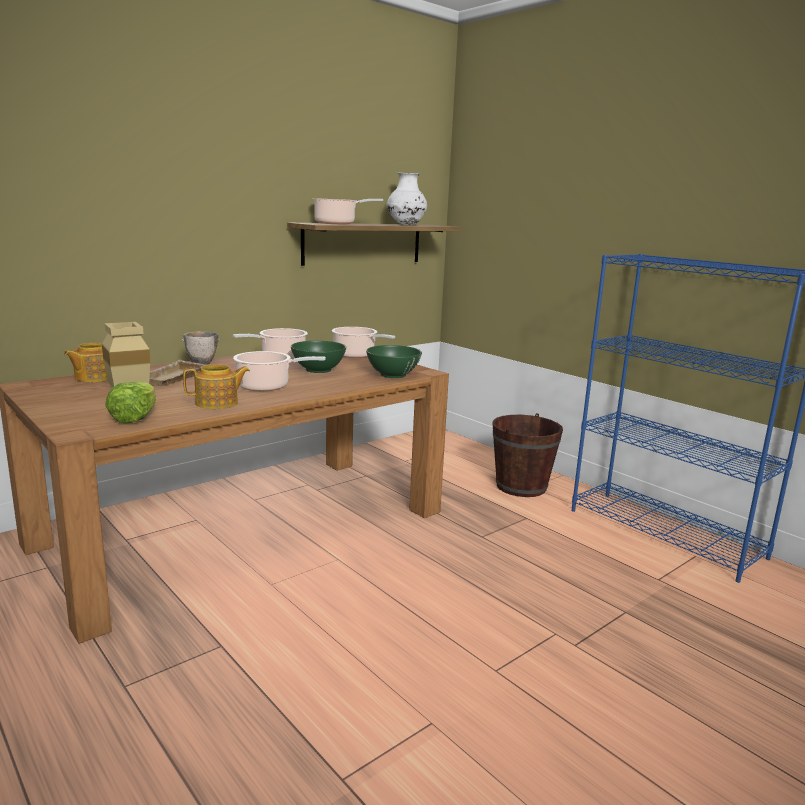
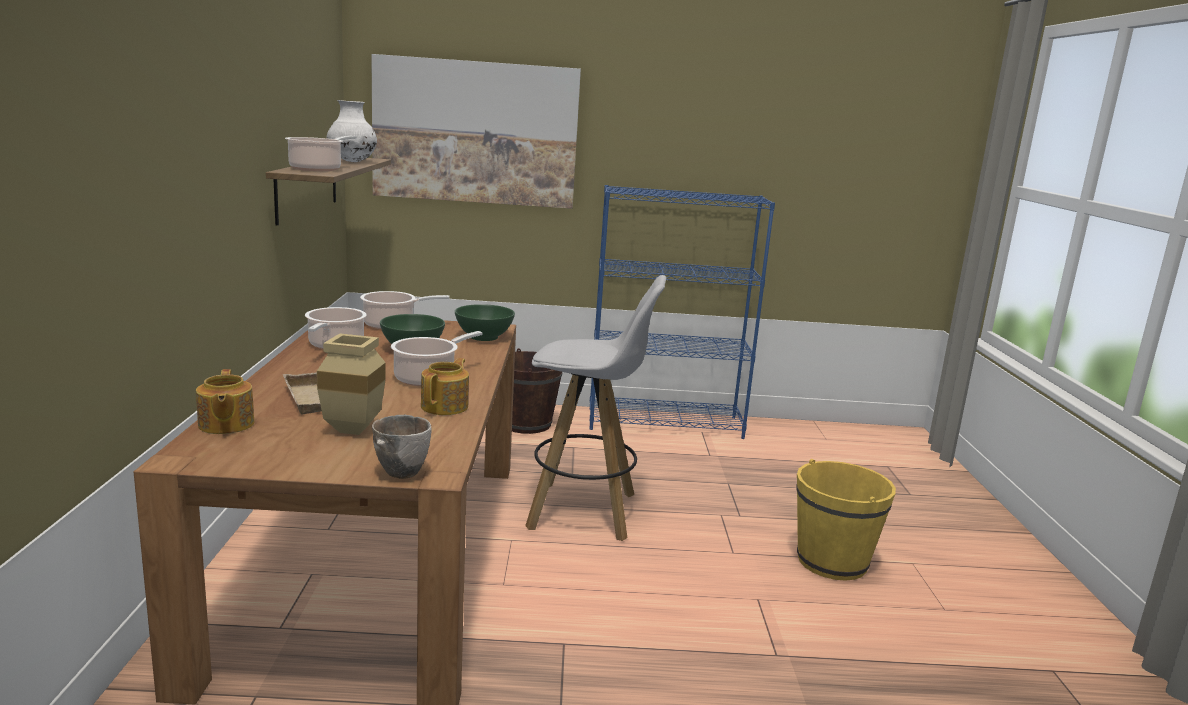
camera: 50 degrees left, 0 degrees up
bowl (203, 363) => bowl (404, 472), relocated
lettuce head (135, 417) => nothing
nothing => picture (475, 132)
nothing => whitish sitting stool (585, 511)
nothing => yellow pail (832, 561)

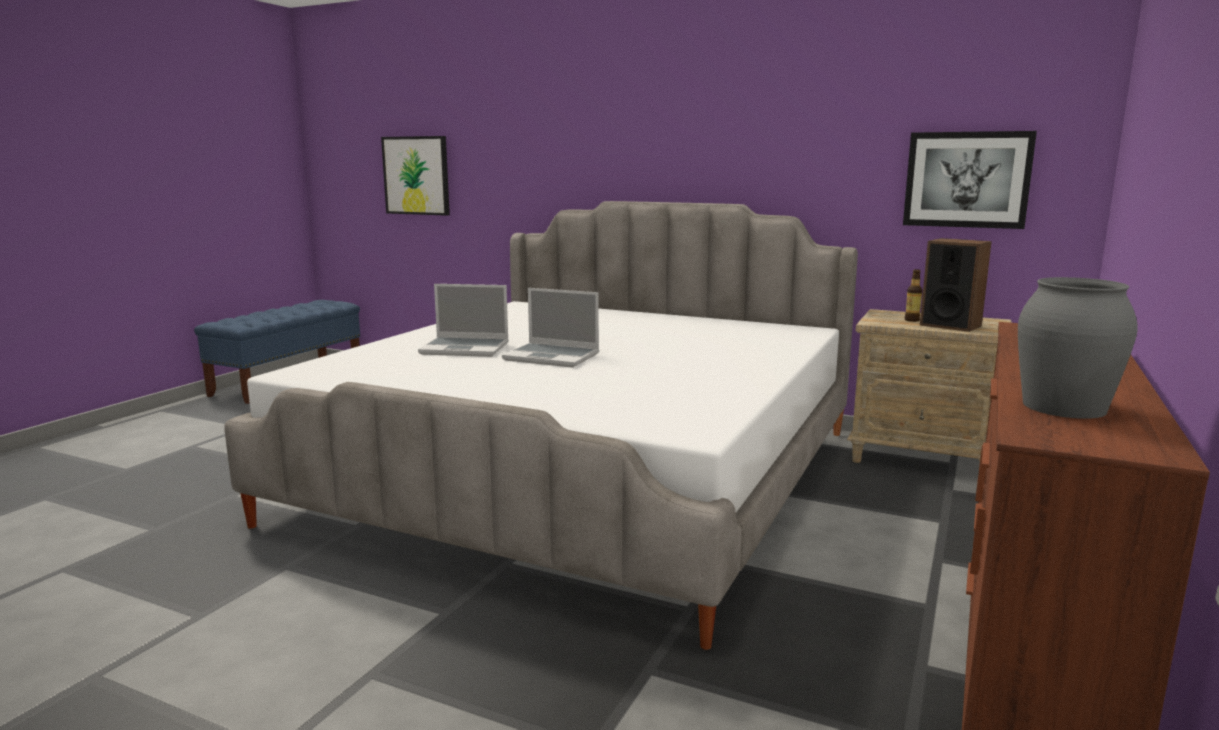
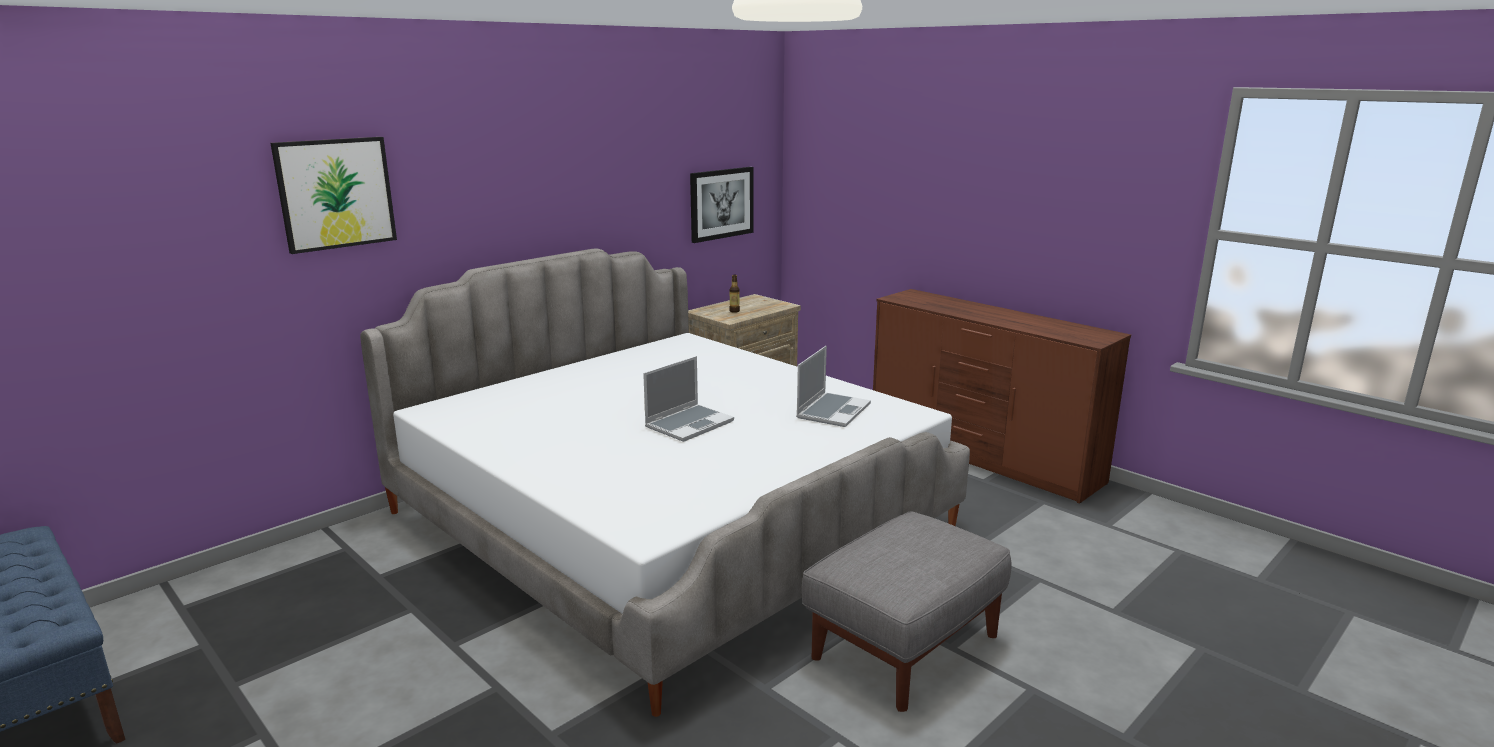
camera: 70 degrees left, 5 degrees up
picture (416, 175) => picture (335, 193), relocated
loudspeaker (950, 325) => nothing
grey vase (1065, 407) => nothing
portable computer (466, 349) => portable computer (833, 411), relocated
nothing => grey footrest (905, 646)

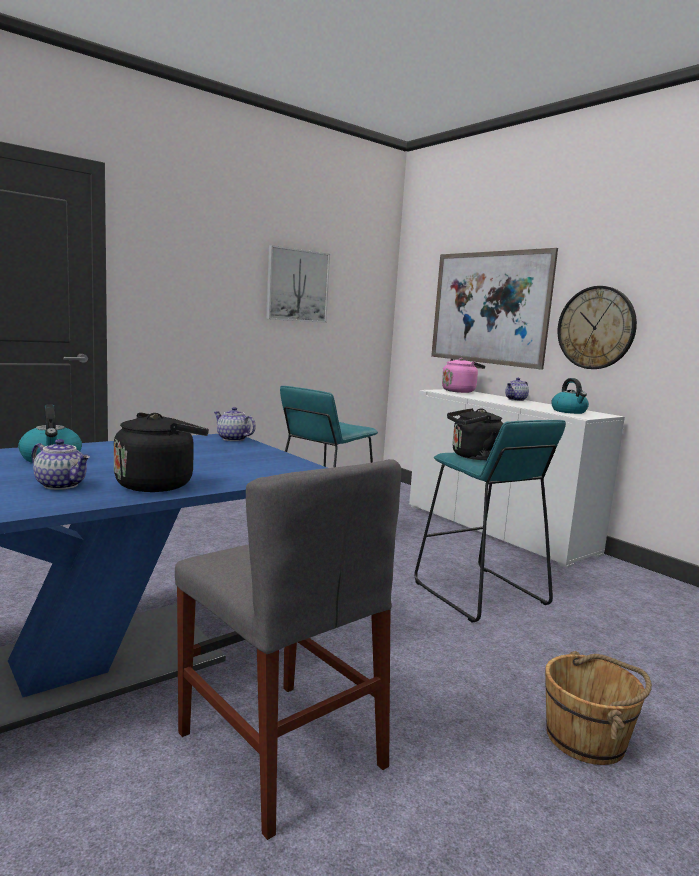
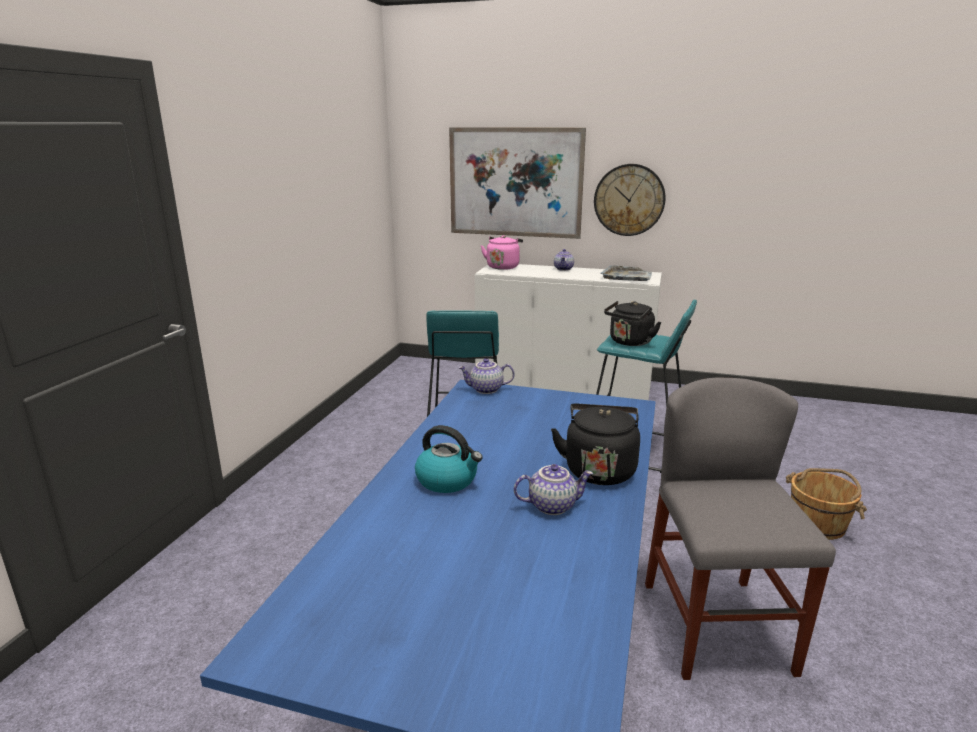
camera: 35 degrees left, 10 degrees up
picture (297, 285) => nothing
kettle (569, 411) => grey tray (627, 276)
grey chair (280, 749) => grey chair (716, 627), 105 degrees counterclockwise

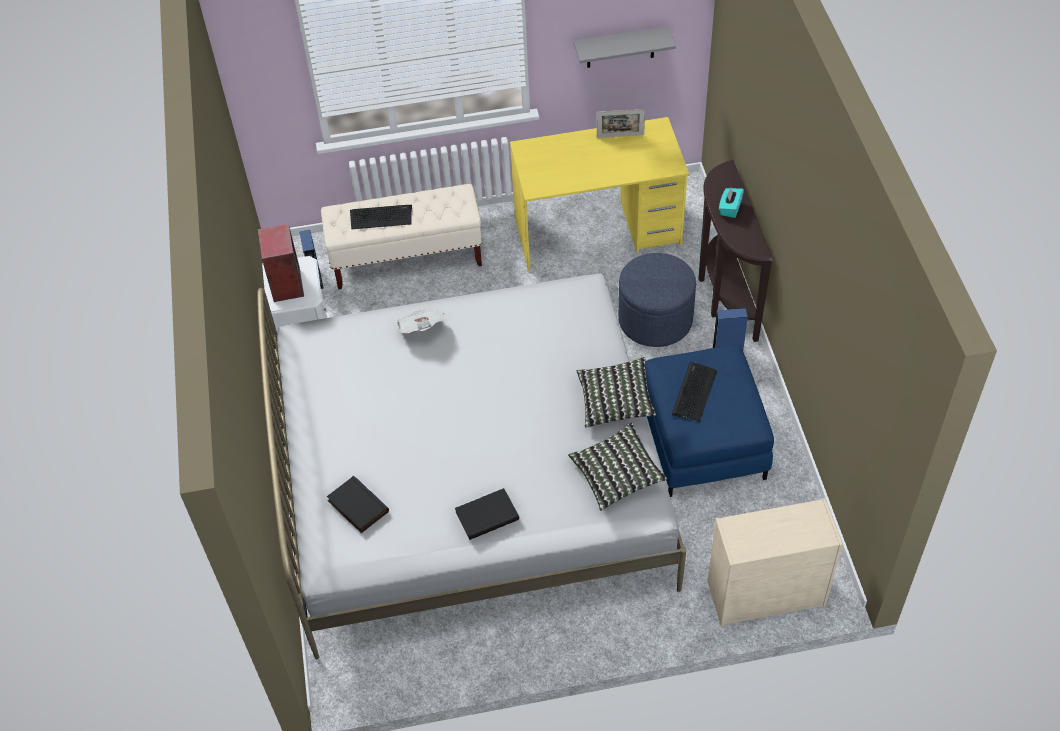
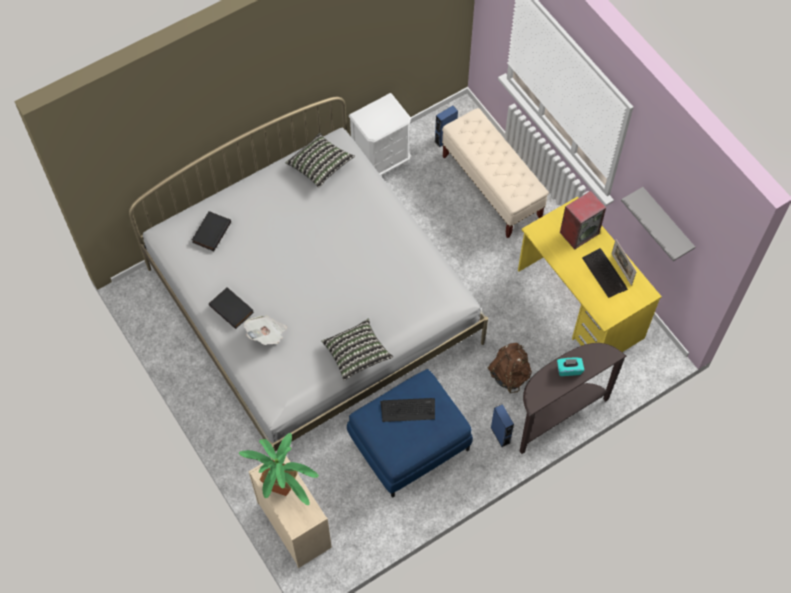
camera: 65 degrees right, 10 degrees up
keyboard (381, 217) => keyboard (604, 273), relocated
loudspeaker (286, 284) => loudspeaker (579, 232), relocated
blue-coloured footrest (655, 320) => brownish knapsack (509, 374)
daily paper (421, 328) => daily paper (267, 334), relocated
pillow (616, 475) => pillow (320, 166), relocated
nothing => potted plant (285, 489)

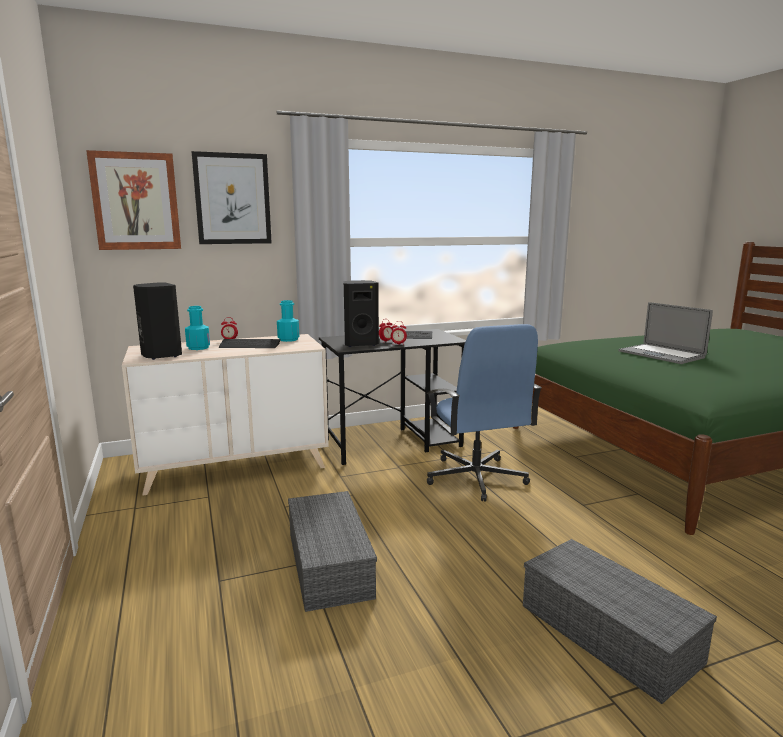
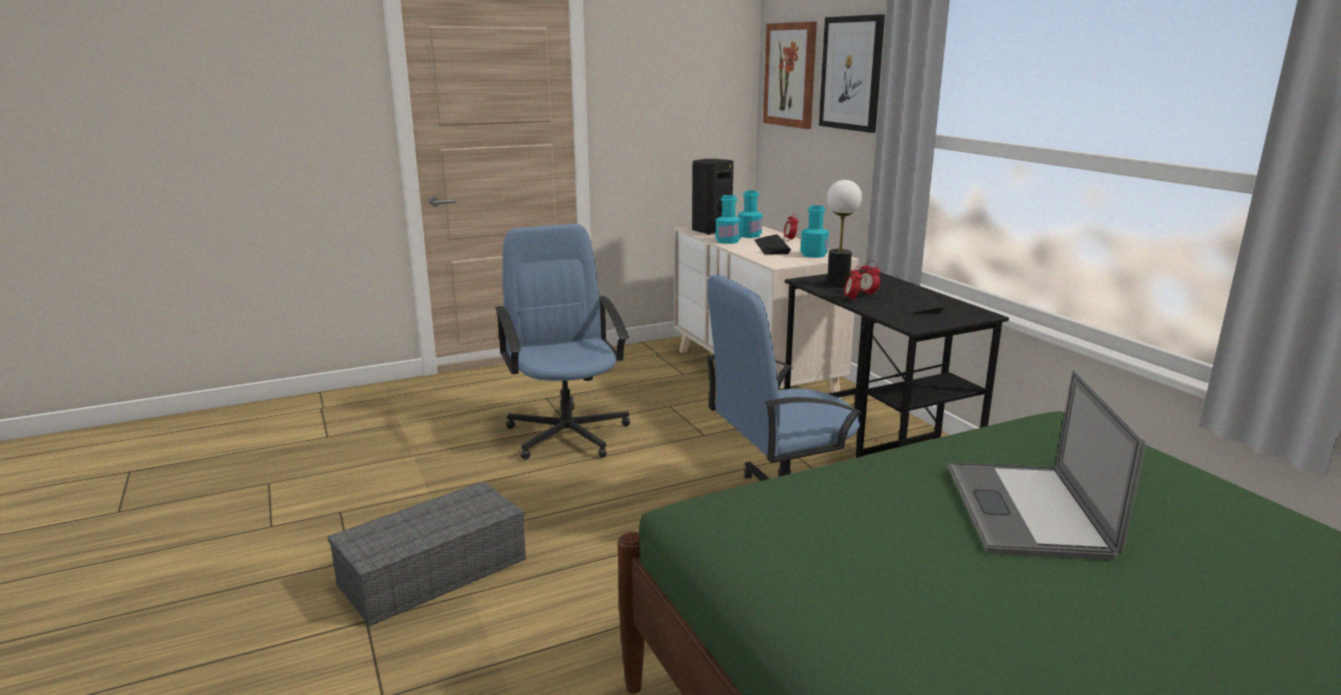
camera: 85 degrees right, 5 degrees up
black loudspeaker (360, 344) => table lamp (838, 284)
portable computer (661, 354) => portable computer (1026, 509), 45 degrees counterclockwise
grey storage bin (327, 563) => blue-coloured computer chair (567, 433)
nothing => turquoise-coloured beverage bottle (728, 241)

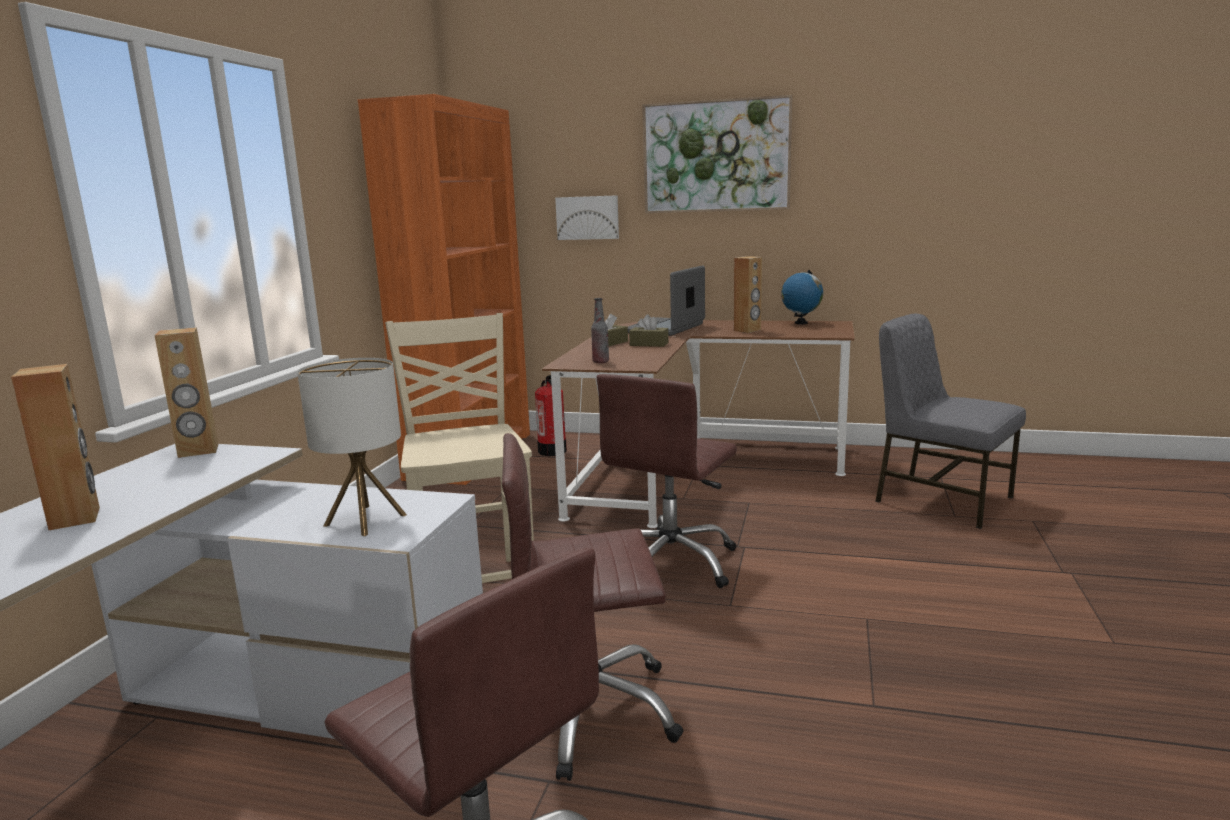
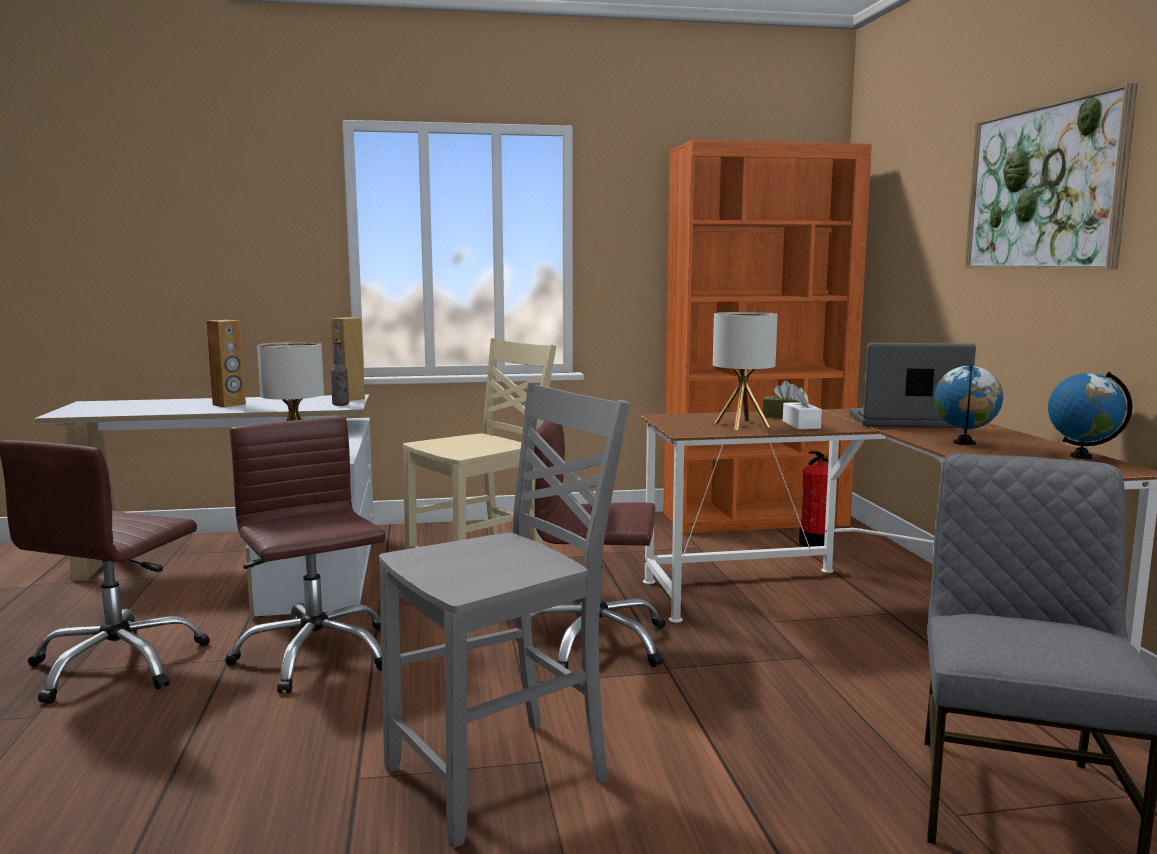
camera: 65 degrees right, 5 degrees down
picture (588, 217) => nothing
brownish loudspeaker (747, 330) => desk globe (964, 443)
beverage bottle (600, 362) => beverage bottle (340, 405), relocated
brownish tissue holder (649, 344) => whitish tissue holder (801, 425)
nothing => table lamp (742, 425)
nothing => grey chair (502, 776)

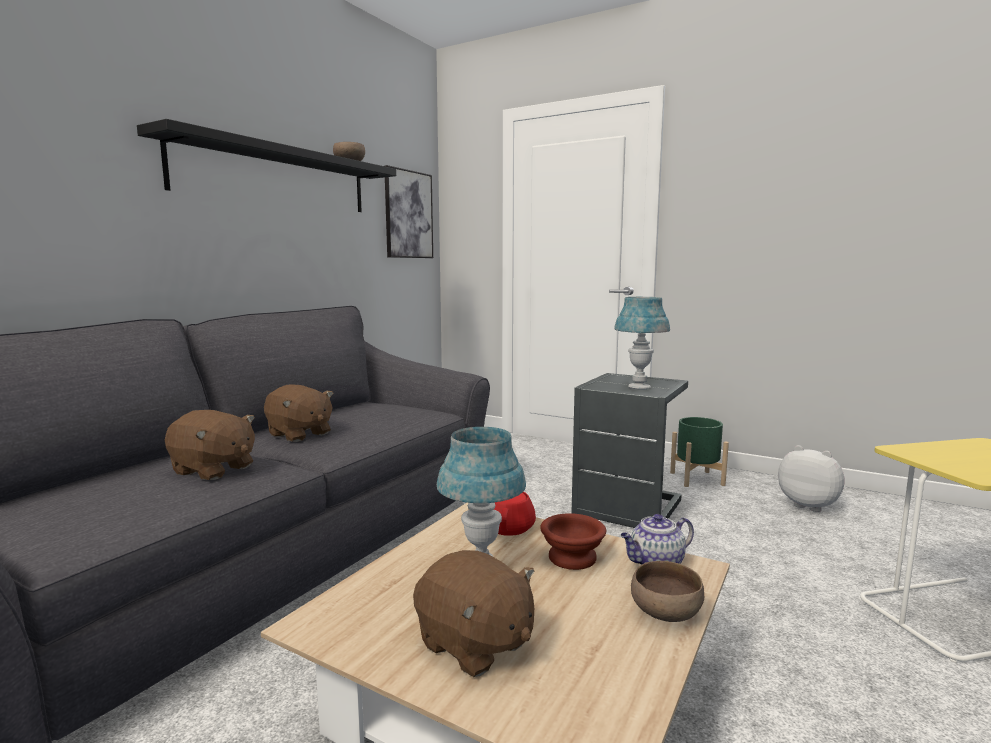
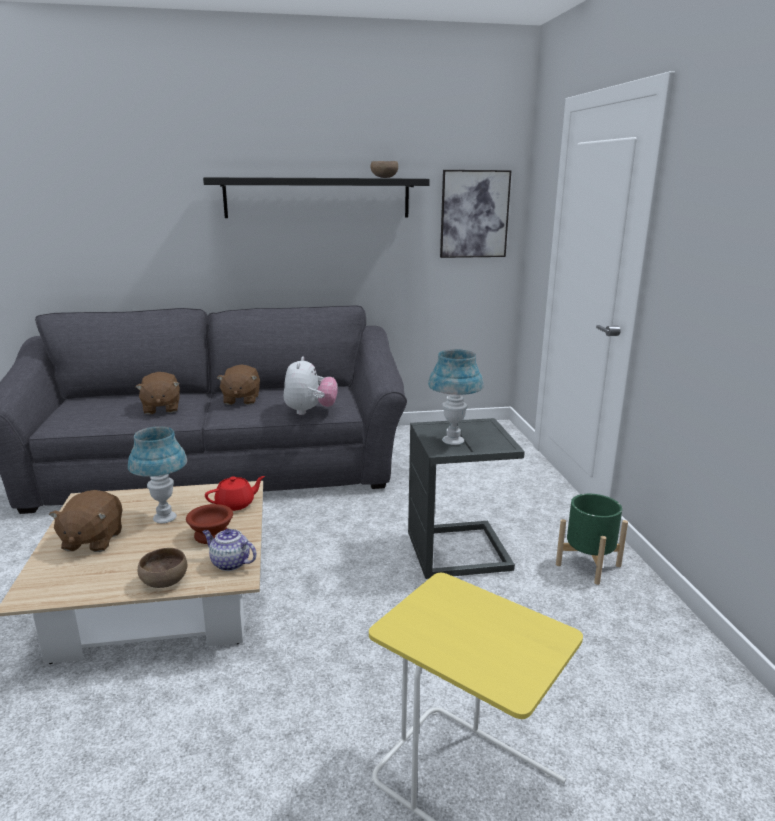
camera: 50 degrees right, 10 degrees up
soft toy (809, 505) => soft toy (310, 411), relocated

